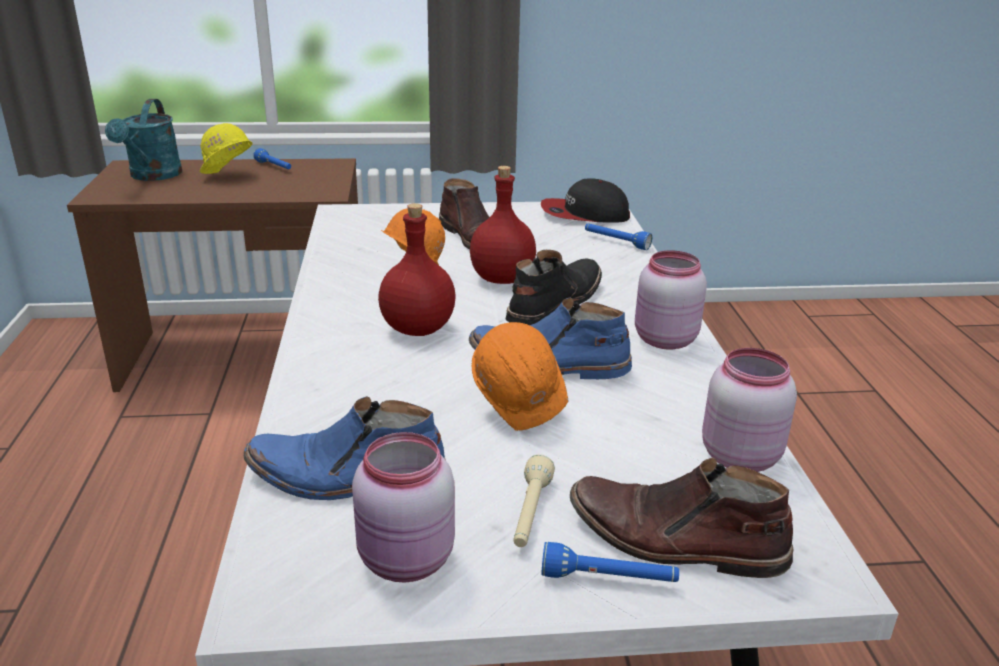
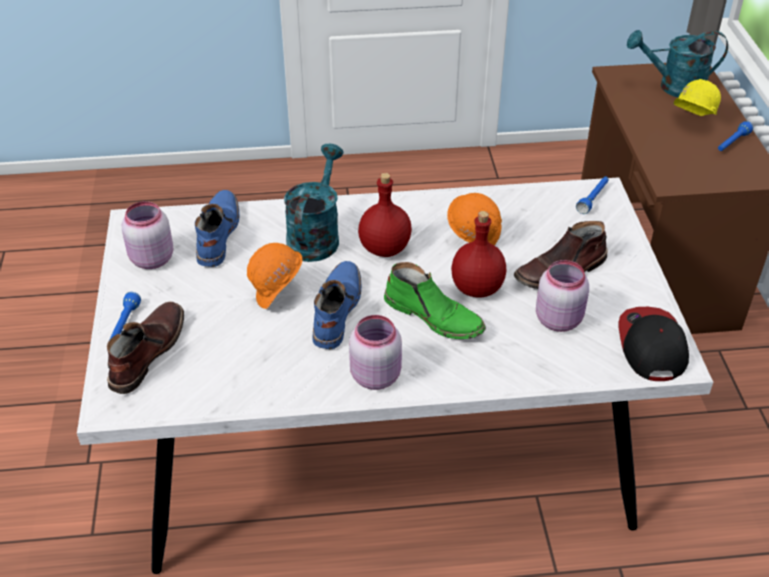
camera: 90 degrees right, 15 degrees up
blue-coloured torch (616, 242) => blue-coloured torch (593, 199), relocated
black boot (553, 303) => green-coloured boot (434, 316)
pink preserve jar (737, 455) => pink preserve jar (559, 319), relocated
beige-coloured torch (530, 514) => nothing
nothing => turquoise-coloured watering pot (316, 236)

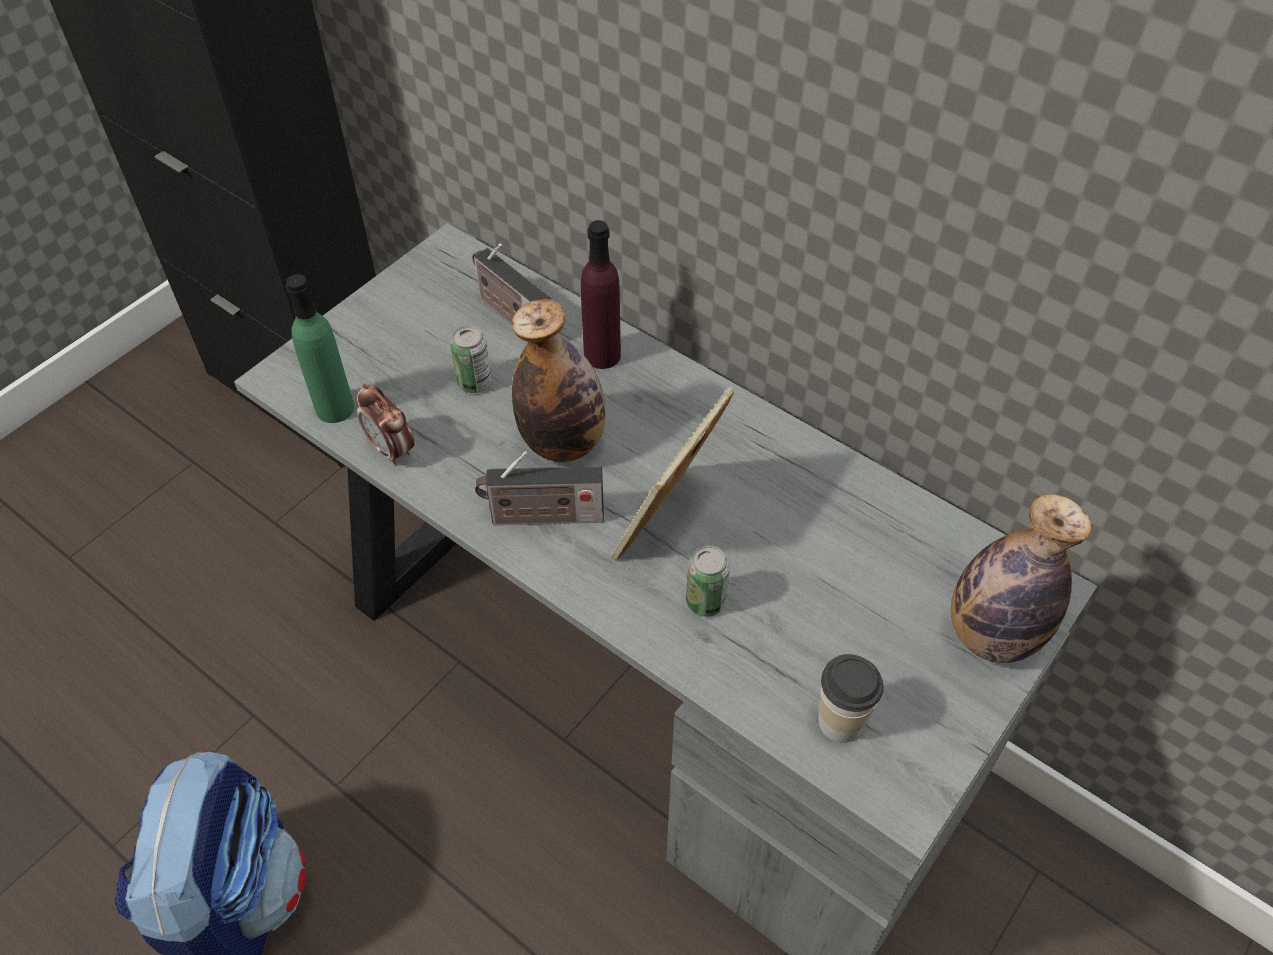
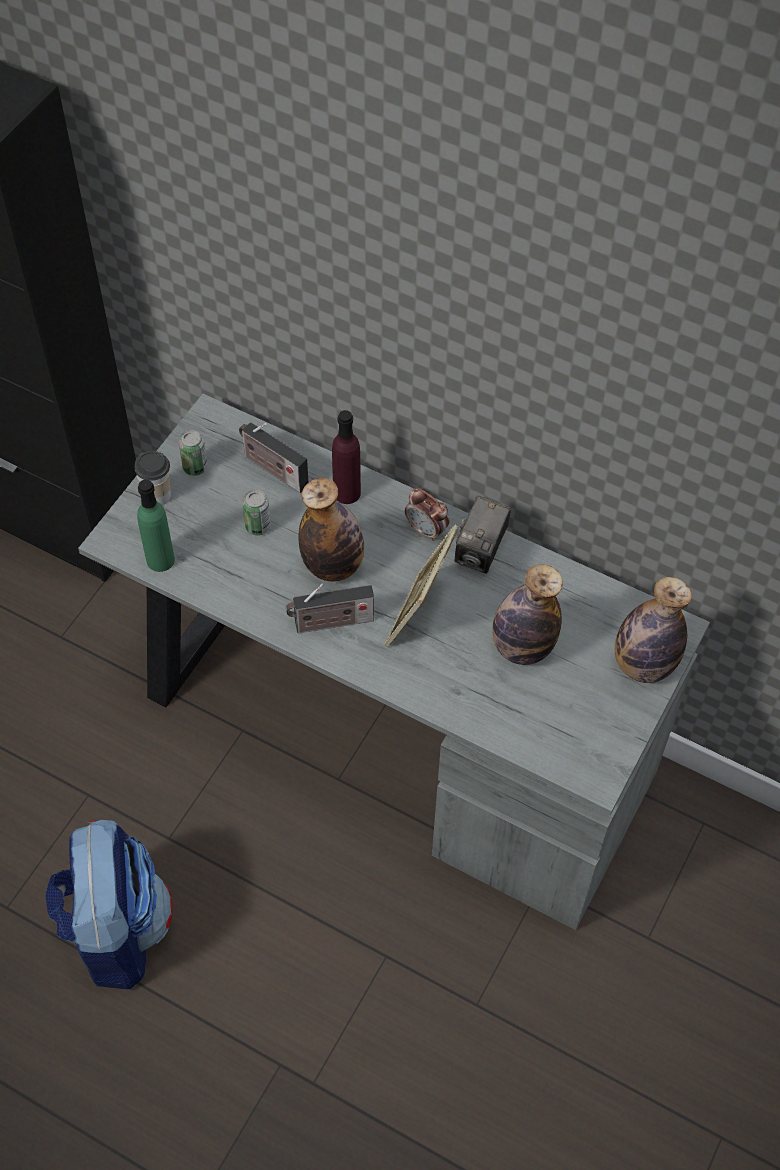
camera: 10 degrees left, 5 degrees up
alarm clock (392, 450) => alarm clock (426, 530), relocated
metal can (705, 602) => metal can (195, 467), relocated
small cup (840, 722) => small cup (157, 495), relocated
nothing => photo camera (480, 552)
nothing => beverage bottle (522, 647)

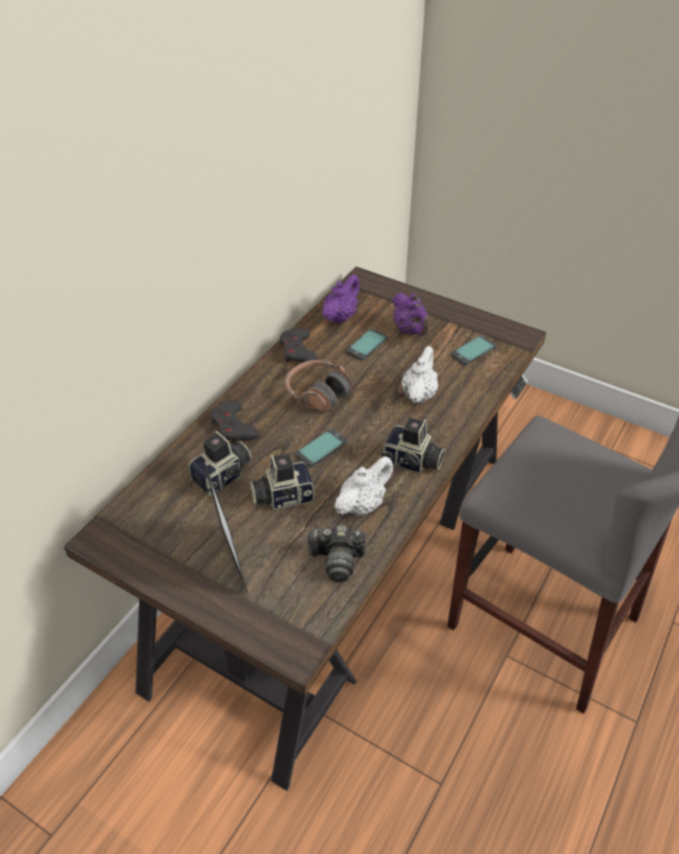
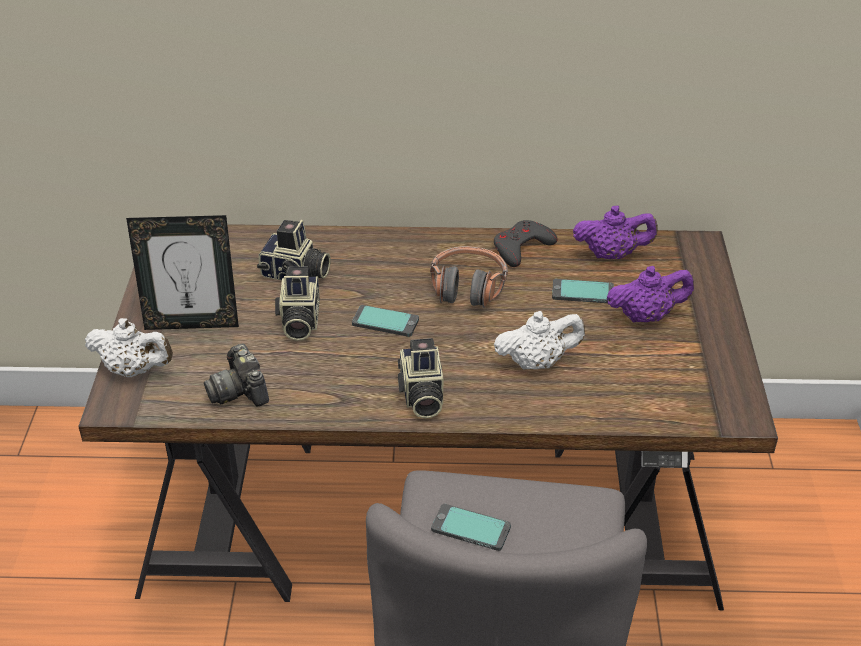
camera: 60 degrees right, 5 degrees down
purplish teapot (410, 330) => purplish teapot (646, 316), 135 degrees counterclockwise
handset (473, 351) => handset (470, 529), relocated
grey game controller (233, 426) => nothing
photo camera (282, 495) => photo camera (298, 321), 135 degrees counterclockwise
standing frame (231, 562) => standing frame (192, 323), 45 degrees clockwise
whitish teapot (363, 504) => whitish teapot (134, 370), relocated

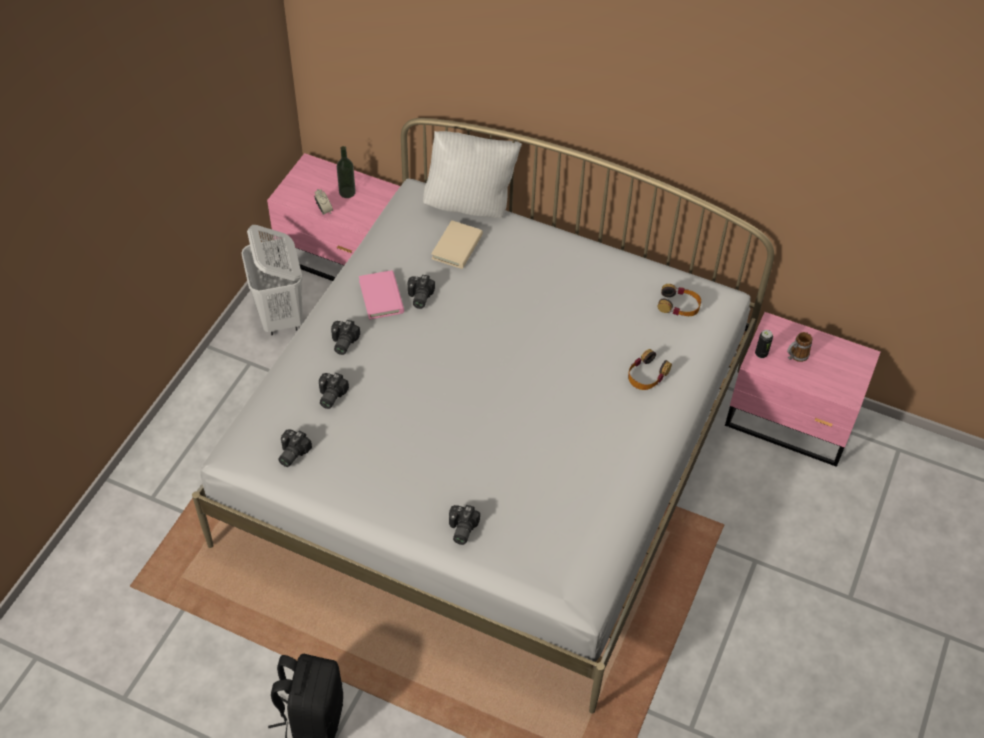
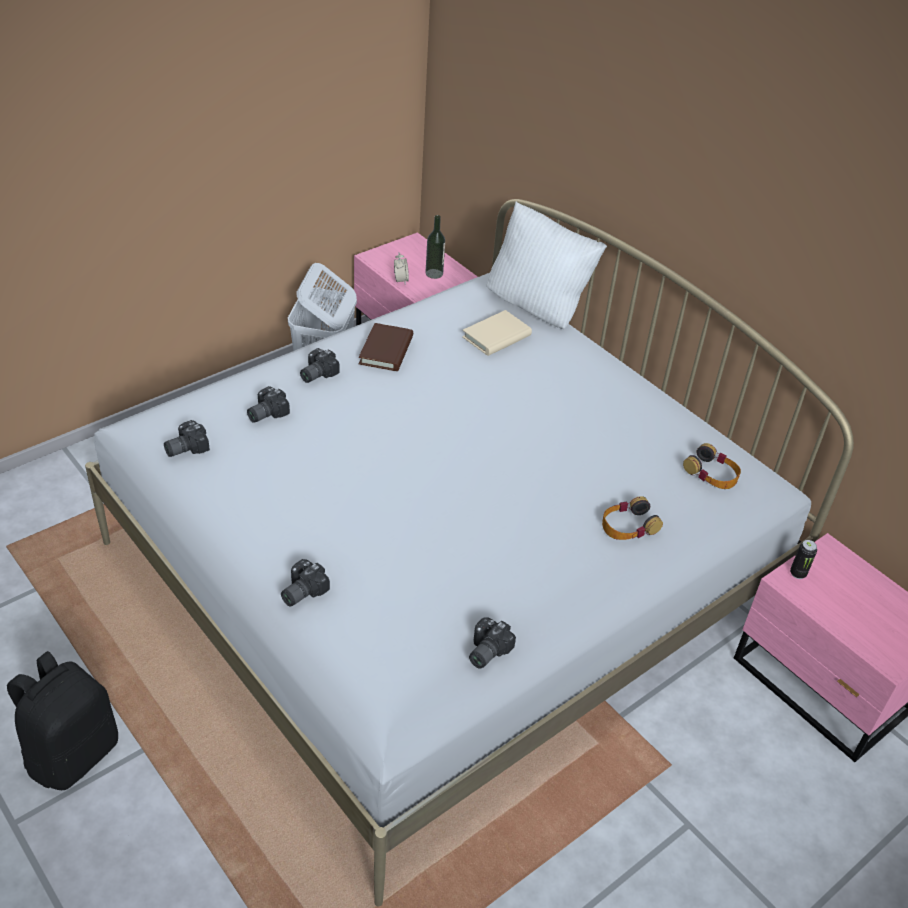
camera: 25 degrees right, 10 degrees down
pink bound book (381, 297) => brownish bound book (386, 350)
photo camera (418, 297) => photo camera (485, 651), relocated
mug (795, 356) => nothing

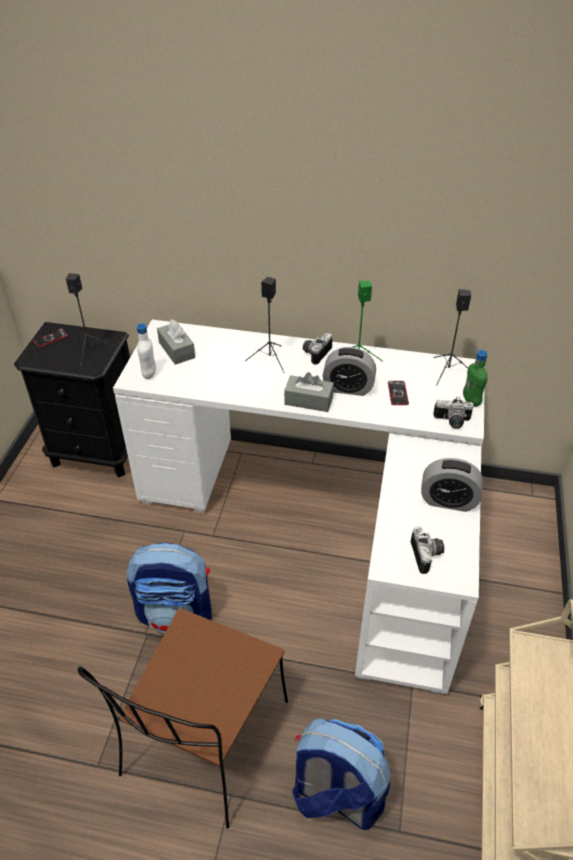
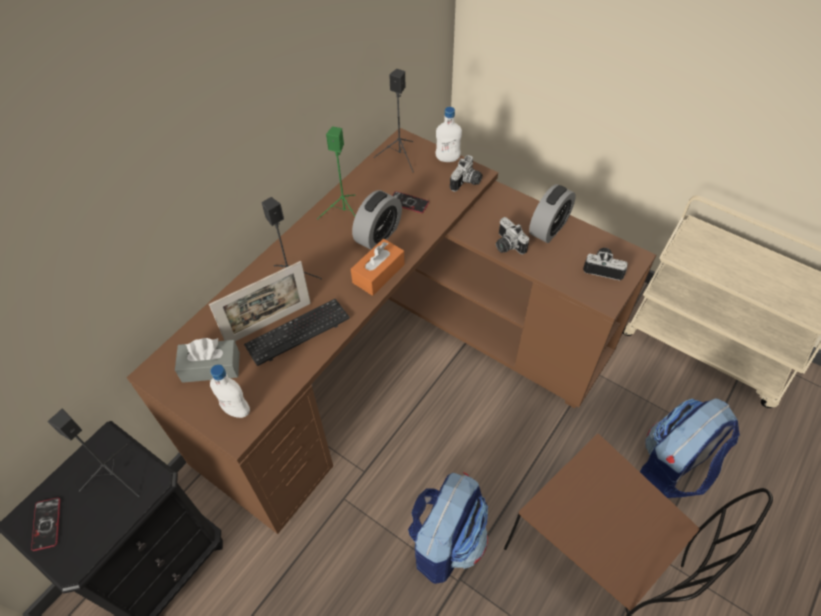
camera: 65 degrees left, 10 degrees up
whitish desk unit (326, 520) => brownish desk unit (399, 362)
photo camera (315, 353) => photo camera (506, 245), relocated
green-coloured beverage bottle (471, 401) => whitish beverage bottle (447, 159)
grey tissue holder (308, 401) => orange-coloured tissue holder (378, 273)
nothing => standing frame (269, 323)
nothing => keyboard (297, 332)

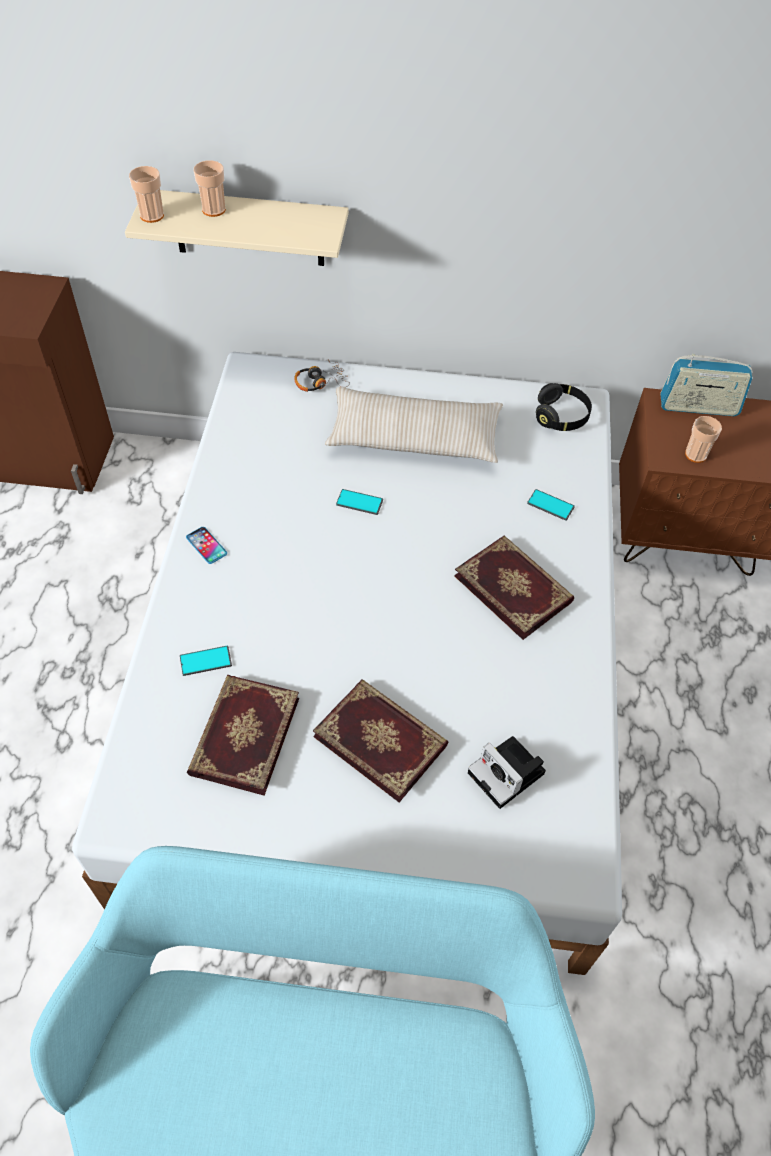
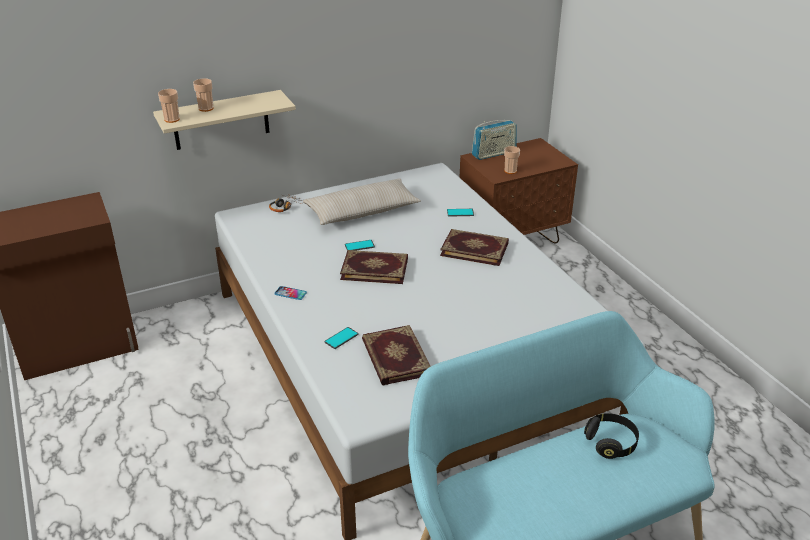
camera: 30 degrees left, 20 degrees down
black headset (561, 416) => black headset (611, 443), relocated
bound book (381, 739) => bound book (374, 268), relocated
photo camera (508, 774) => nothing

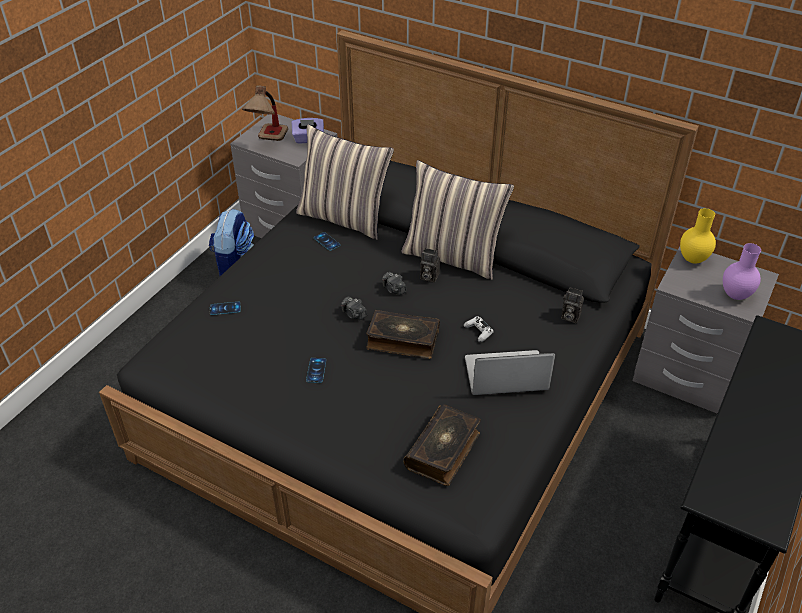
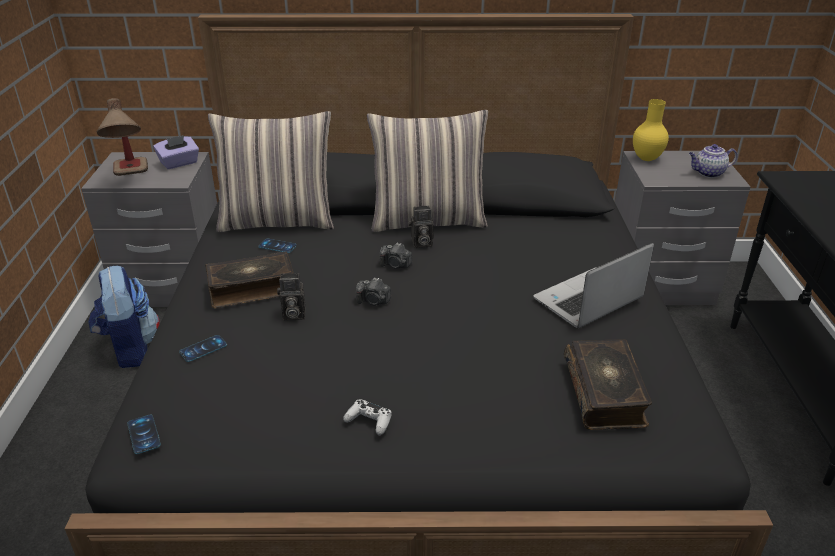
camera: 30 degrees left, 10 degrees down
purplish vase (734, 296) => teapot (708, 173)
photo camera (569, 316) => photo camera (292, 315), relocated
bound book (402, 340) => bound book (251, 288), relocated
whitish game controller (478, 331) => whitish game controller (369, 421), relocated
handset (316, 370) => handset (144, 434), relocated

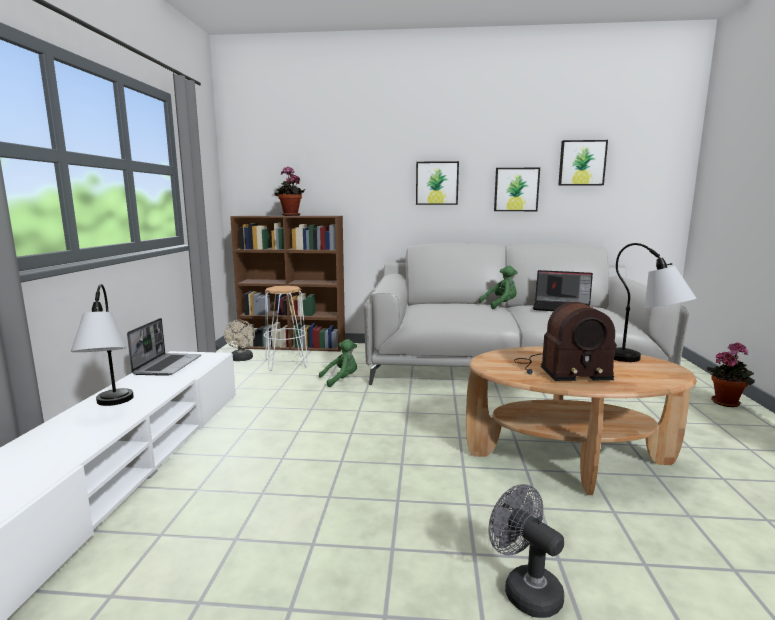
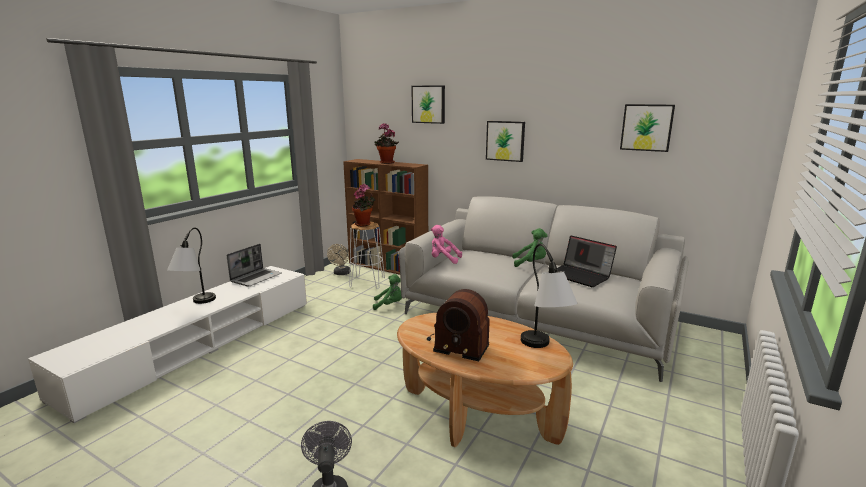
camera: 25 degrees right, 5 degrees up
picture (516, 189) => picture (428, 104), relocated
potted plant (726, 402) => potted plant (364, 224), relocated
nothing => pink soft toy (443, 260)

